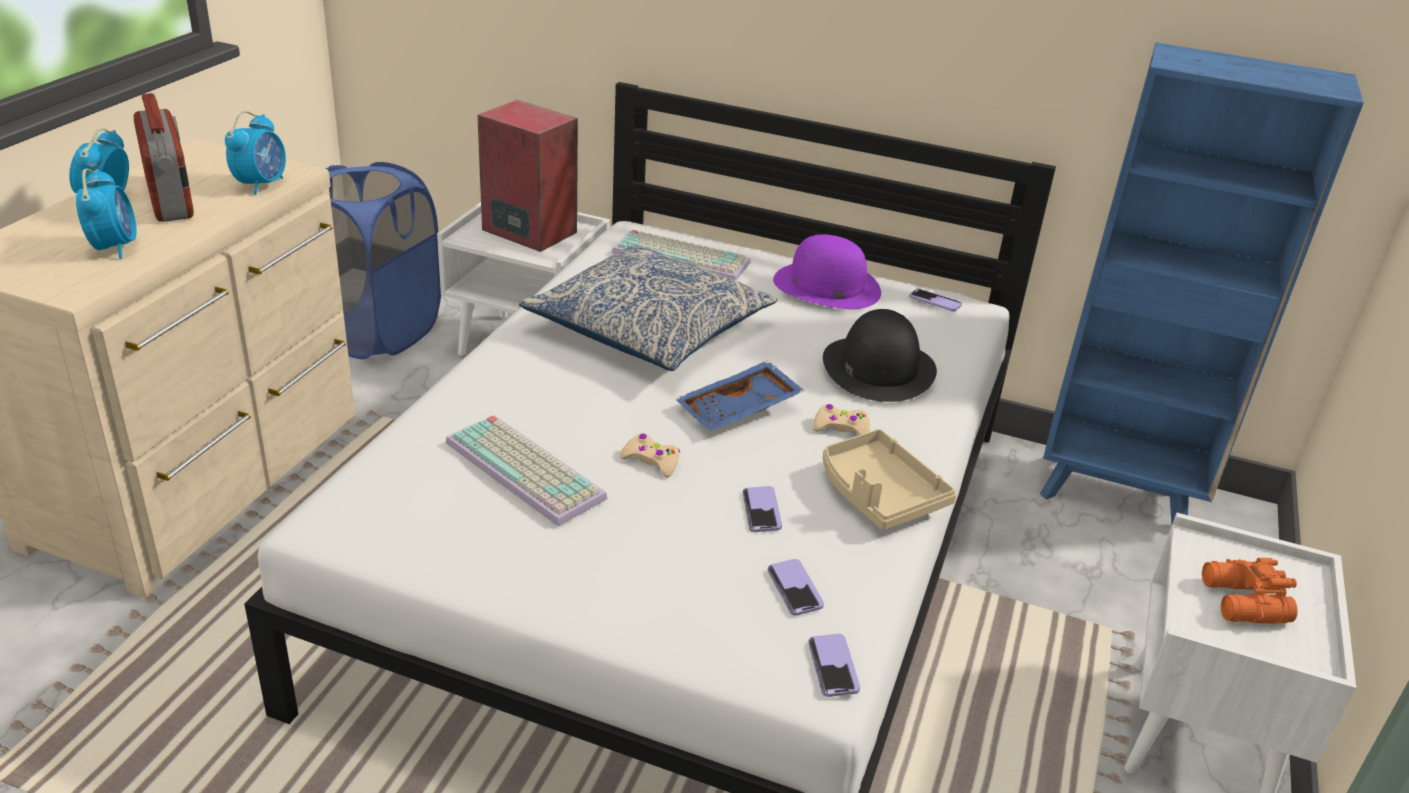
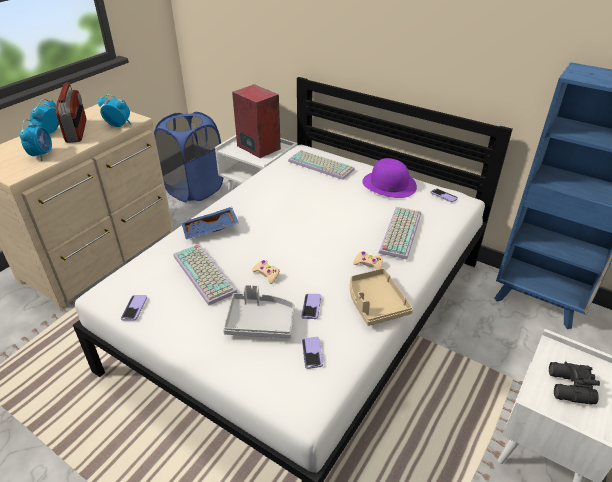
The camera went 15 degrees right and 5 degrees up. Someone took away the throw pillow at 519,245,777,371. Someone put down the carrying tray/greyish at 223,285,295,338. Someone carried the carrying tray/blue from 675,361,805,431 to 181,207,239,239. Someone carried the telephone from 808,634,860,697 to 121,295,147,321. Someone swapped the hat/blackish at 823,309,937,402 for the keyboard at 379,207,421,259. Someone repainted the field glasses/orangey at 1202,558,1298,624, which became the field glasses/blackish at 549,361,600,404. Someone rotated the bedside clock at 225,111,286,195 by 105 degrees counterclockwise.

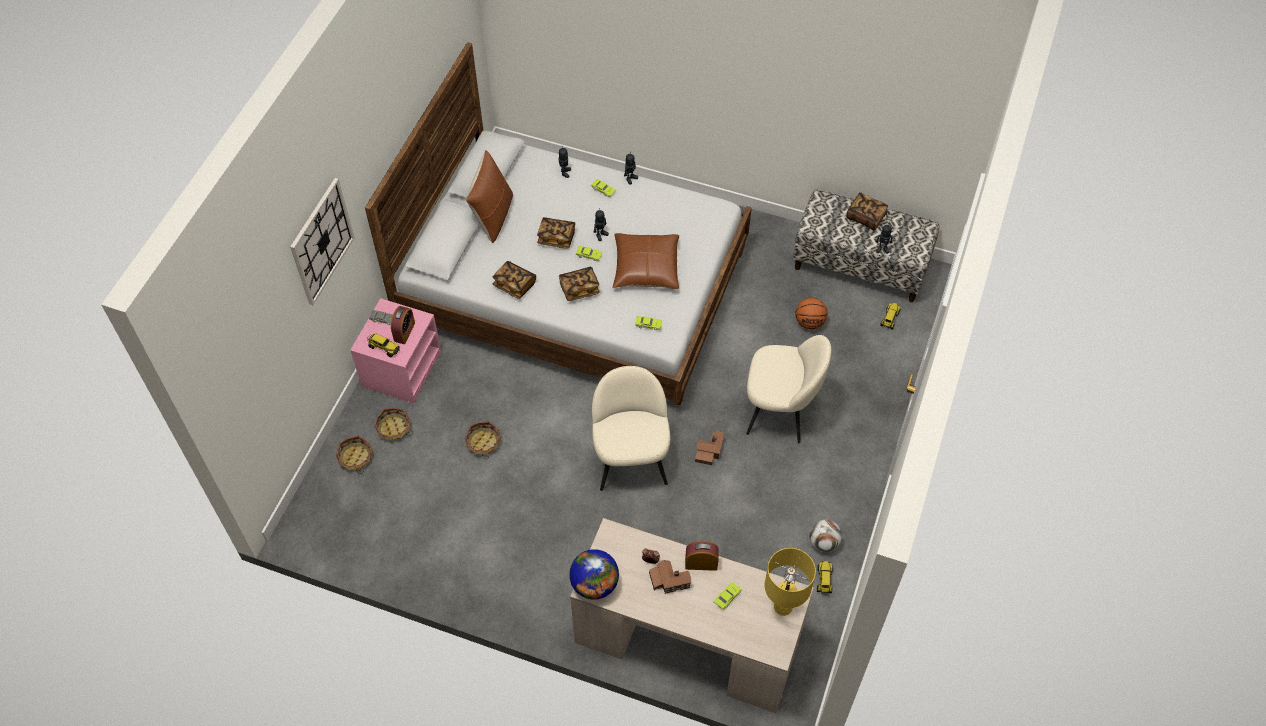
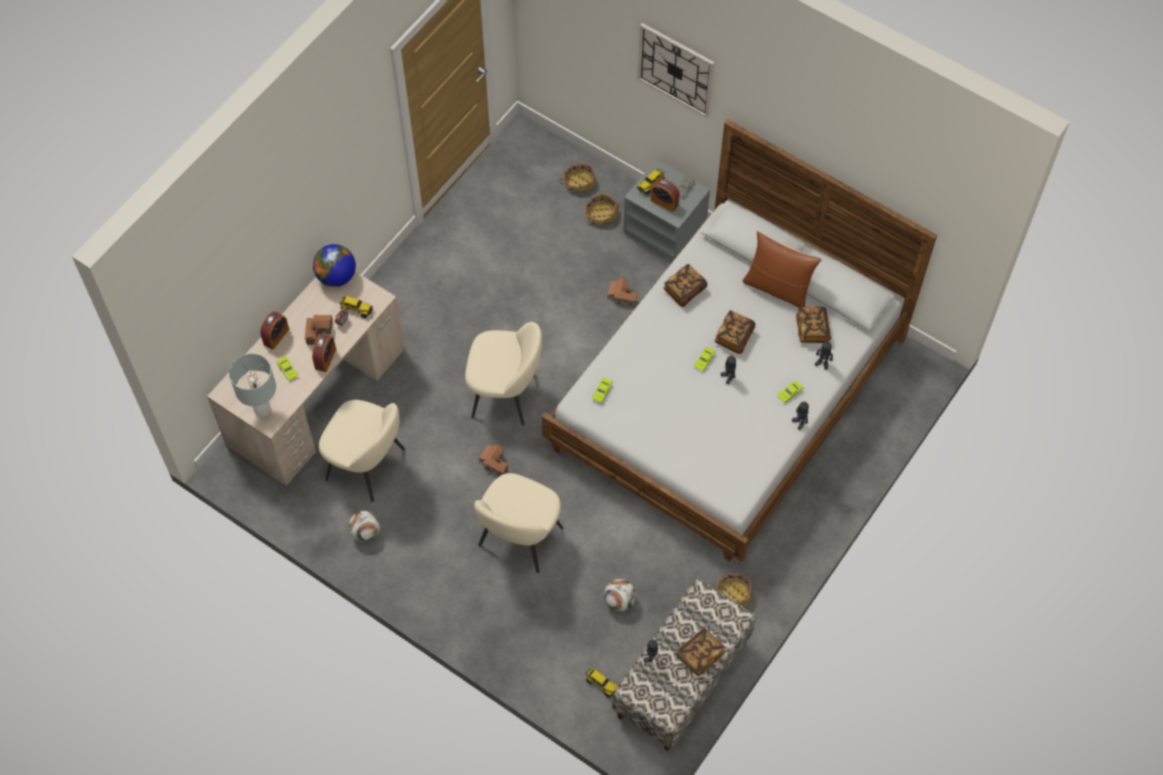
The camera went 105 degrees right and 5 degrees up. Someone took away the throw pillow/brown-coloured at 612,233,679,289. Someone put down the bedside clock at 260,311,289,350. Someone put down the chair/beige at 319,400,405,502. Someone put down the model house at 608,277,638,307. Someone carried the storage basket from 465,421,501,460 to 716,573,752,606. Someone carried the book from 559,267,600,301 to 796,307,831,343. Someone carried the model truck from 817,561,833,594 to 338,296,373,318. Someone swapped the basketball at 795,298,827,329 for the football ball at 604,579,636,611. Someone repainted the night table/pink at 350,298,441,403, which became the night table/greyish at 623,159,710,261. Someone repainted the table lamp/yellowish at 765,548,816,616, which became the table lamp/greyish at 229,353,276,417.

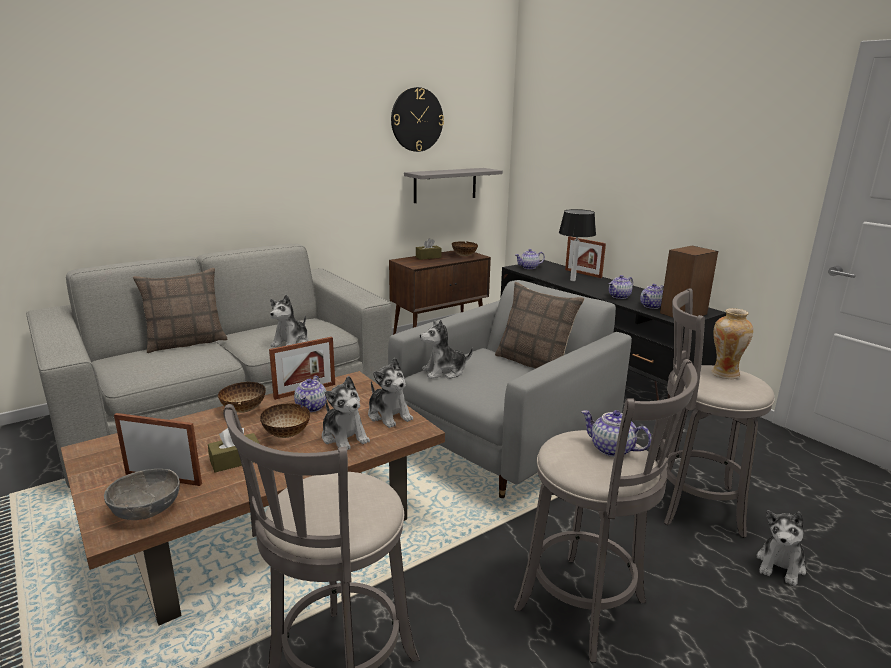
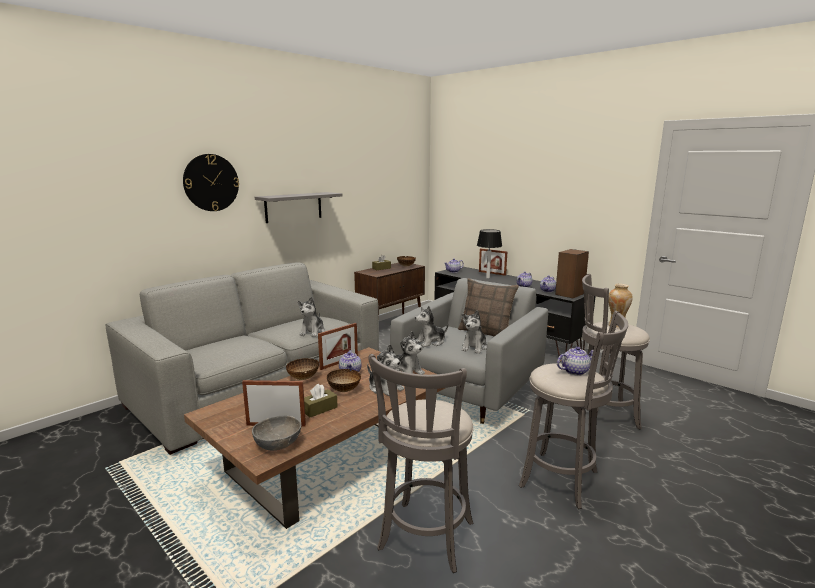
The camera went 10 degrees left and 5 degrees down. Someone took away the throw pillow at 133,268,228,353. Someone carried the hanging clock from 391,87,444,152 to 183,154,239,211. Someone carried the bracket shelf/greyish from 404,168,503,203 to 255,192,343,223. Someone carried the soft toy from 757,510,806,586 to 462,310,487,354. Someone rotated the teapot at 581,410,652,457 by 135 degrees clockwise.

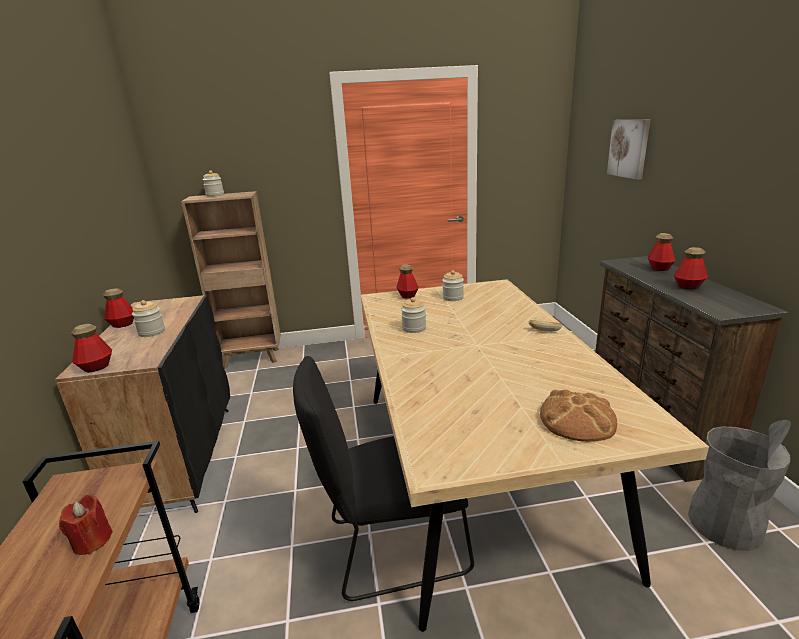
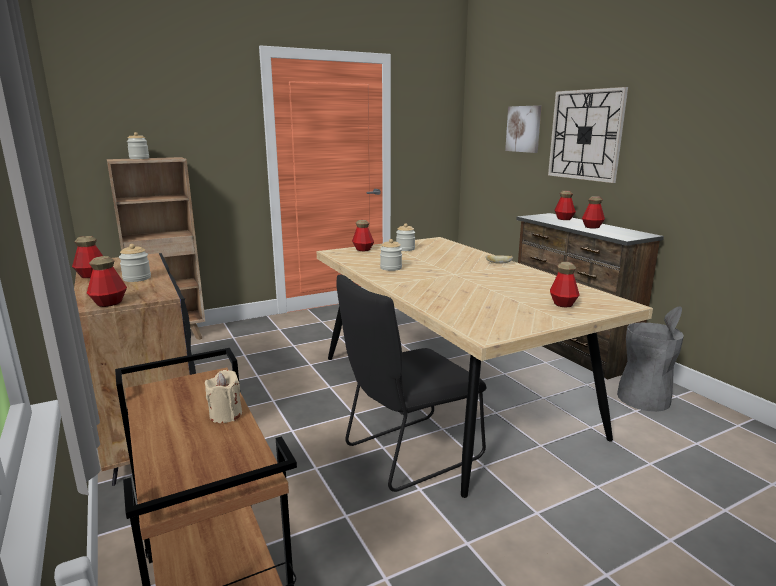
The camera went 20 degrees left and 5 degrees down. Someone put up the hanging clock at 548,87,628,183. Someone swapped the baked bread at 540,390,617,442 for the bottle at 550,262,579,308. Someone repainted the wax candle/reddish at 59,494,113,555, which became the wax candle/beige at 205,370,242,423.

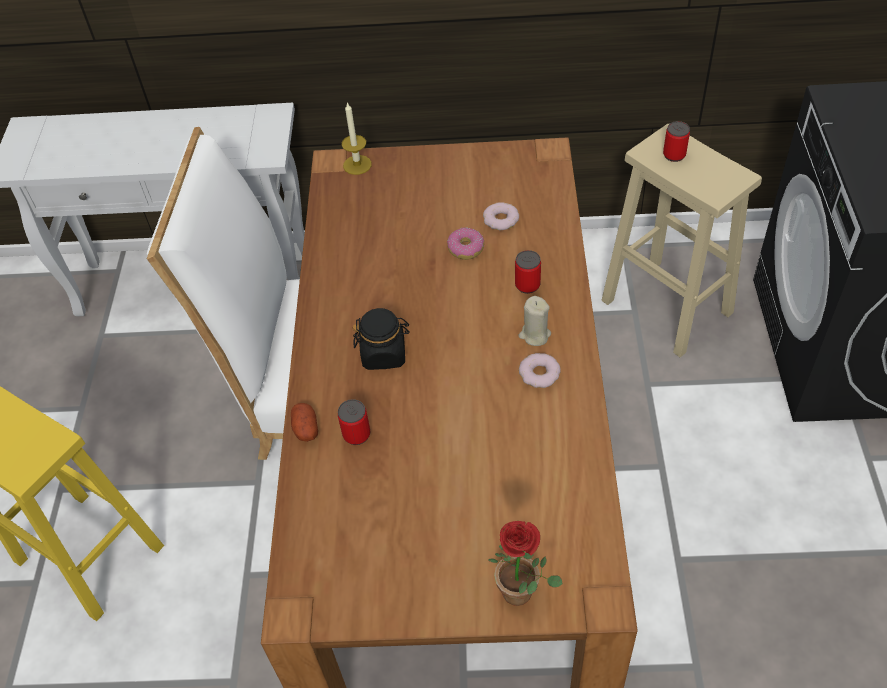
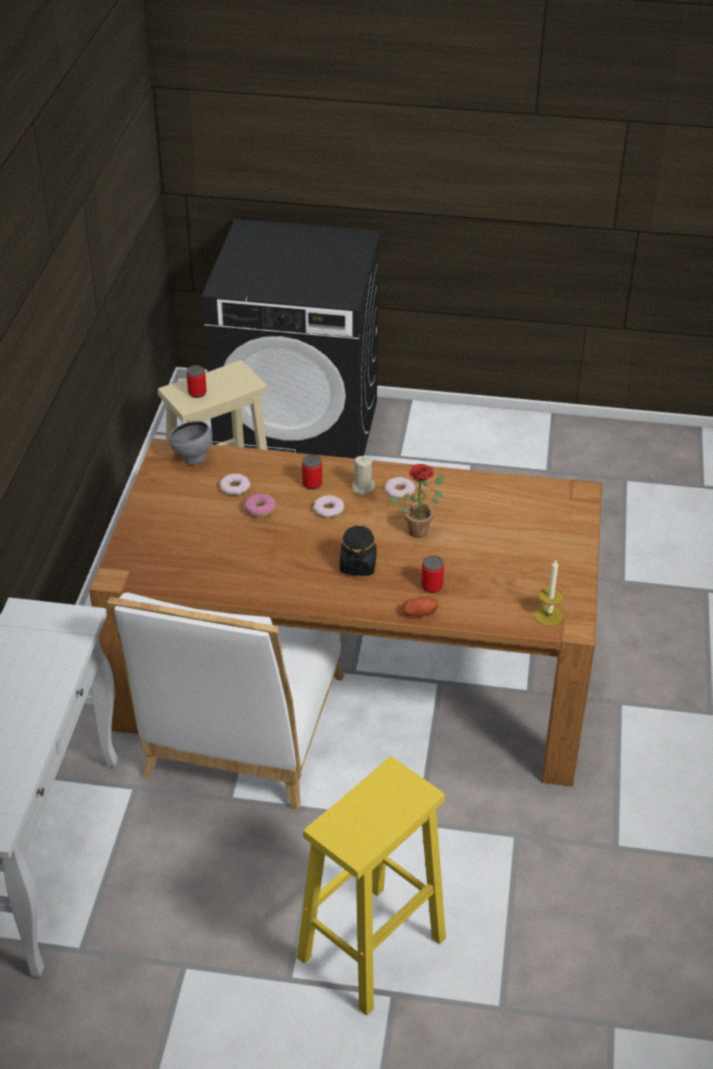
The camera went 85 degrees left and 10 degrees down. Someone put down the bowl/greyish at 169,421,212,465. Someone put down the doughnut at 313,495,344,518. Someone carried the wax candle from 342,102,372,175 to 535,560,563,626. Someone carried the plant in a pot from 488,521,563,606 to 389,464,444,538.

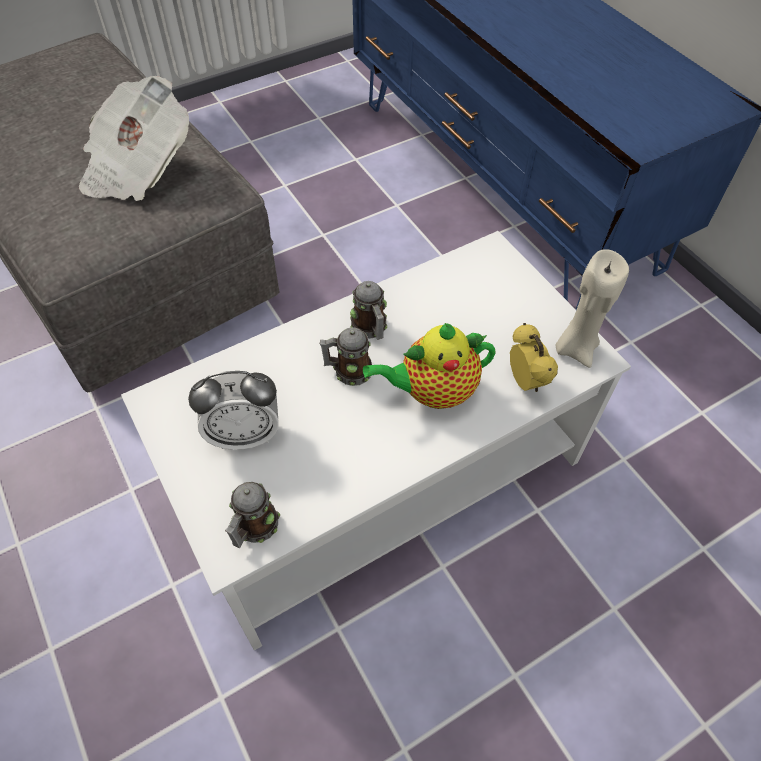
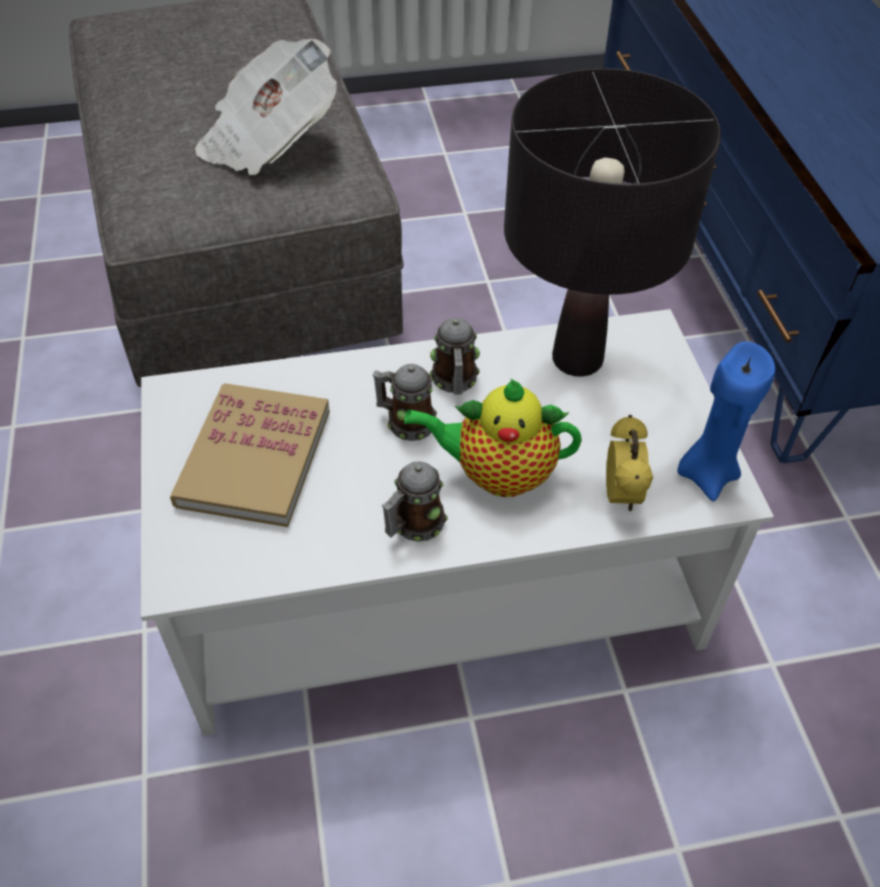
The camera went 20 degrees right and 5 degrees down. Someone put down the table lamp/blackish at 504,68,721,377. Someone carried the mug from 225,482,280,548 to 382,461,448,542. Someone swapped the bedside clock at 188,371,279,450 for the book at 170,383,330,527. Someone repainted the wax candle/beige at 555,249,629,368, which became the wax candle/blue at 677,341,775,502.

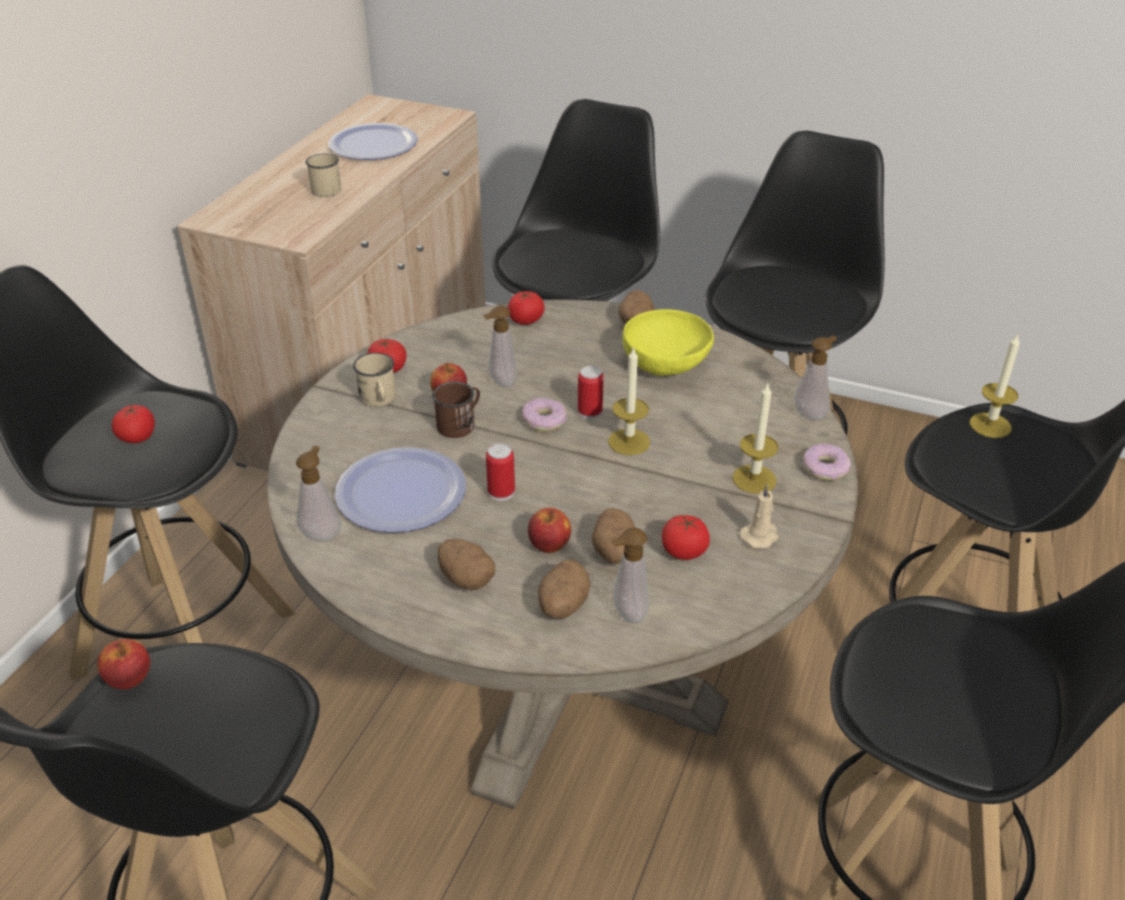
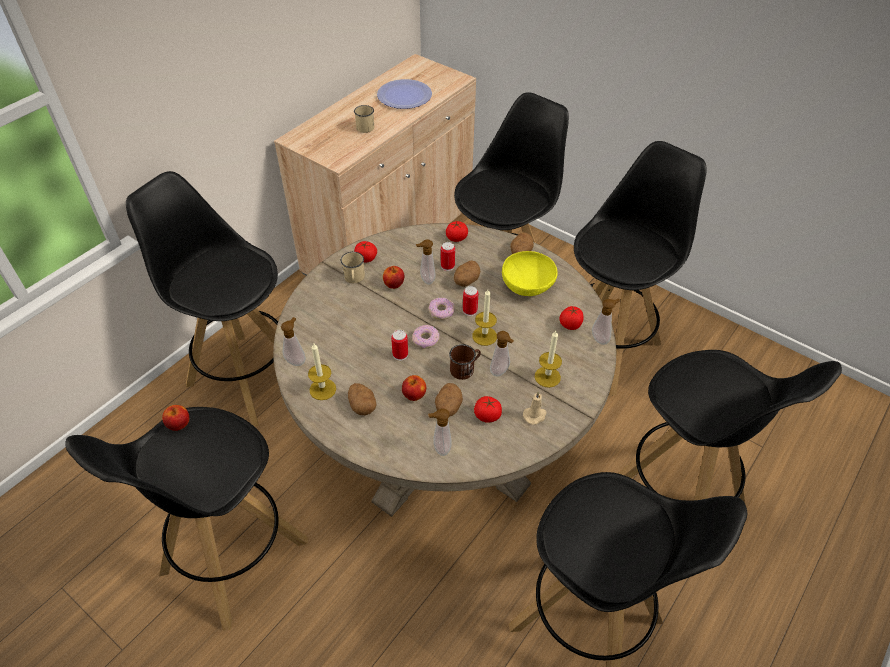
The camera went 15 degrees right and 10 degrees up. Someone took away the dinner plate at 335,447,466,533. Someone put down the sealed can at 441,242,455,271. Someone put down the soap dispenser at 490,331,514,376. Someone carried the fresh tomato from 112,405,155,443 to 560,306,584,330. Someone carried the mug/brown-coloured from 432,382,480,438 to 449,344,481,380. Someone carried the spud from 538,559,590,619 to 454,260,480,287. Someone carried the doughnut from 803,444,851,481 to 412,325,440,349. Someone carried the wax candle from 970,333,1020,438 to 308,343,336,400.

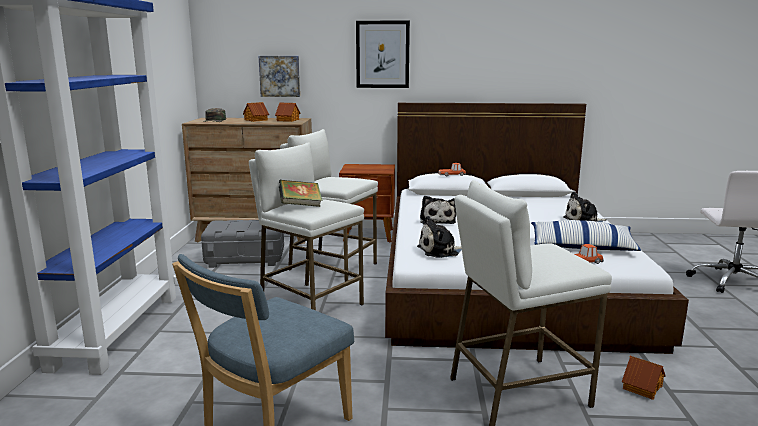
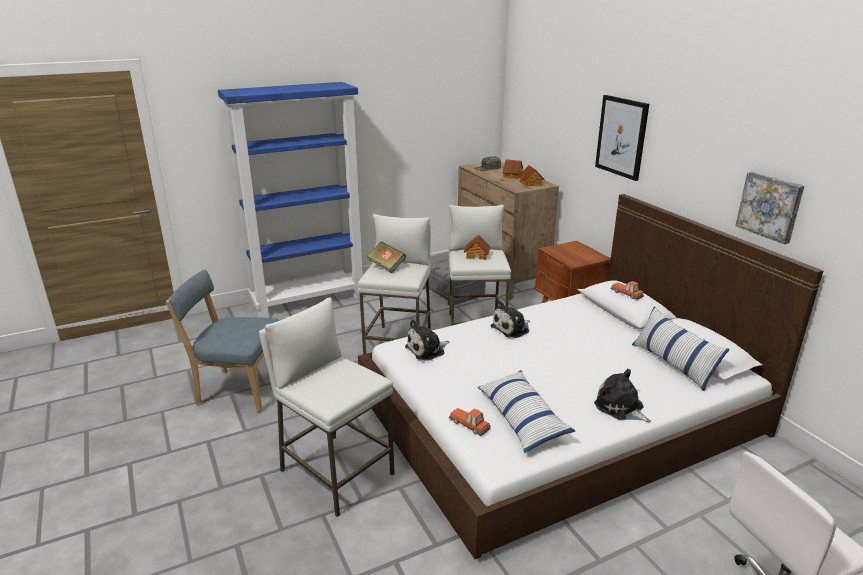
The camera went 60 degrees right and 10 degrees up. Someone put down the throw pillow at 632,306,730,391. Someone carried the wall picture from 259,56,300,97 to 736,171,804,244. Someone carried the model house from 622,356,666,400 to 464,235,490,260. Someone rotated the soft toy at 417,216,462,258 by 75 degrees counterclockwise.

